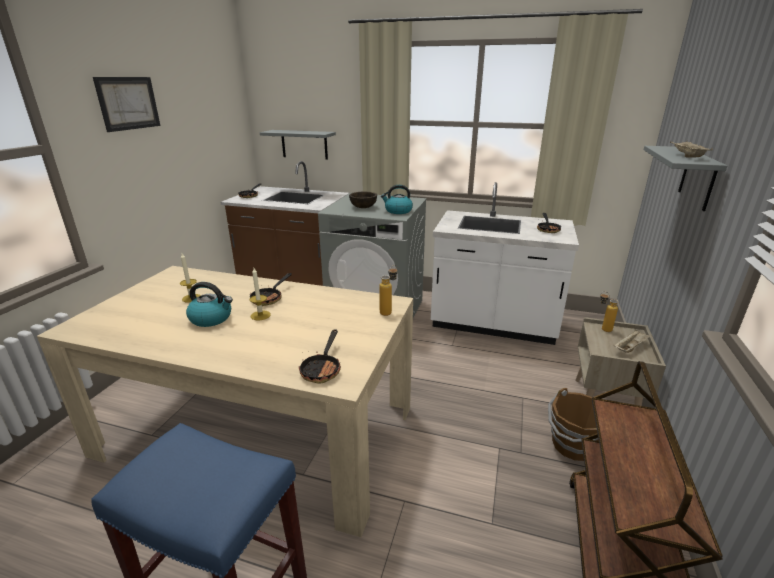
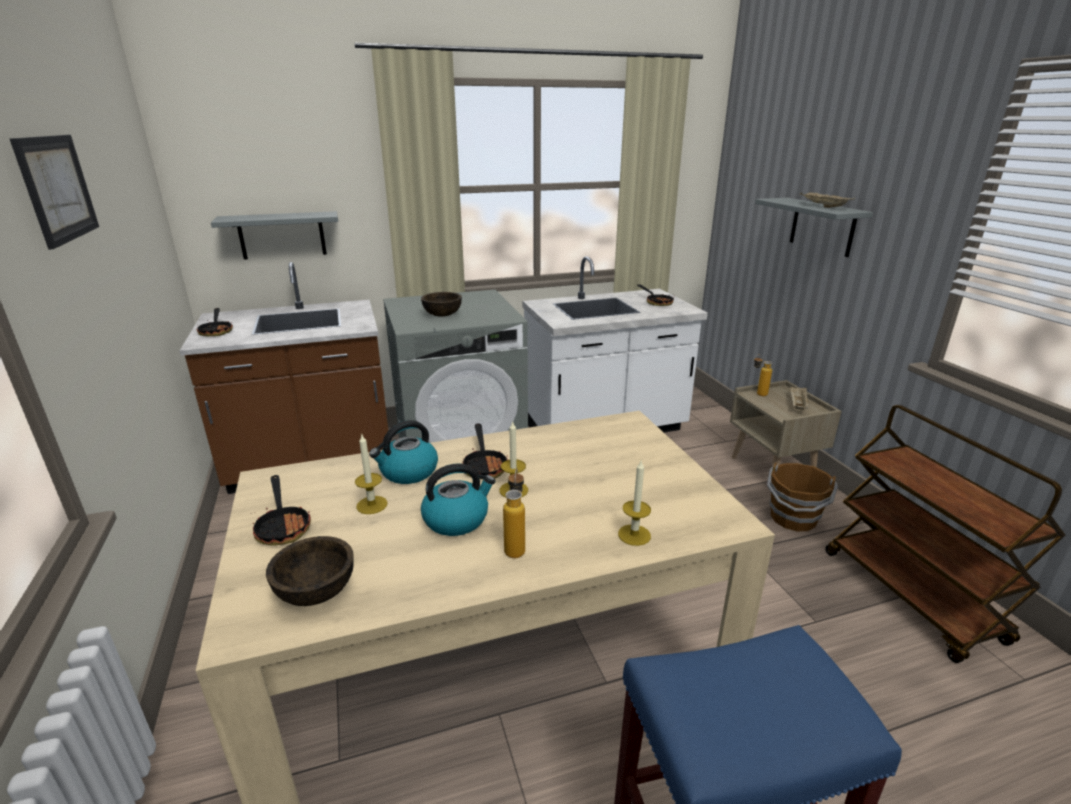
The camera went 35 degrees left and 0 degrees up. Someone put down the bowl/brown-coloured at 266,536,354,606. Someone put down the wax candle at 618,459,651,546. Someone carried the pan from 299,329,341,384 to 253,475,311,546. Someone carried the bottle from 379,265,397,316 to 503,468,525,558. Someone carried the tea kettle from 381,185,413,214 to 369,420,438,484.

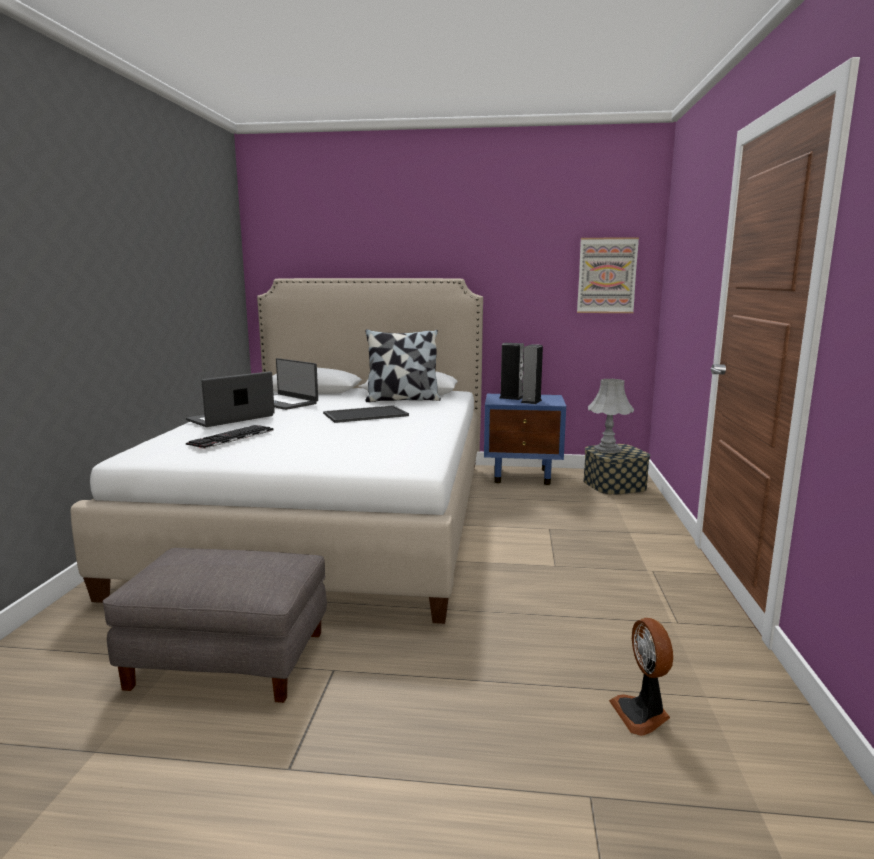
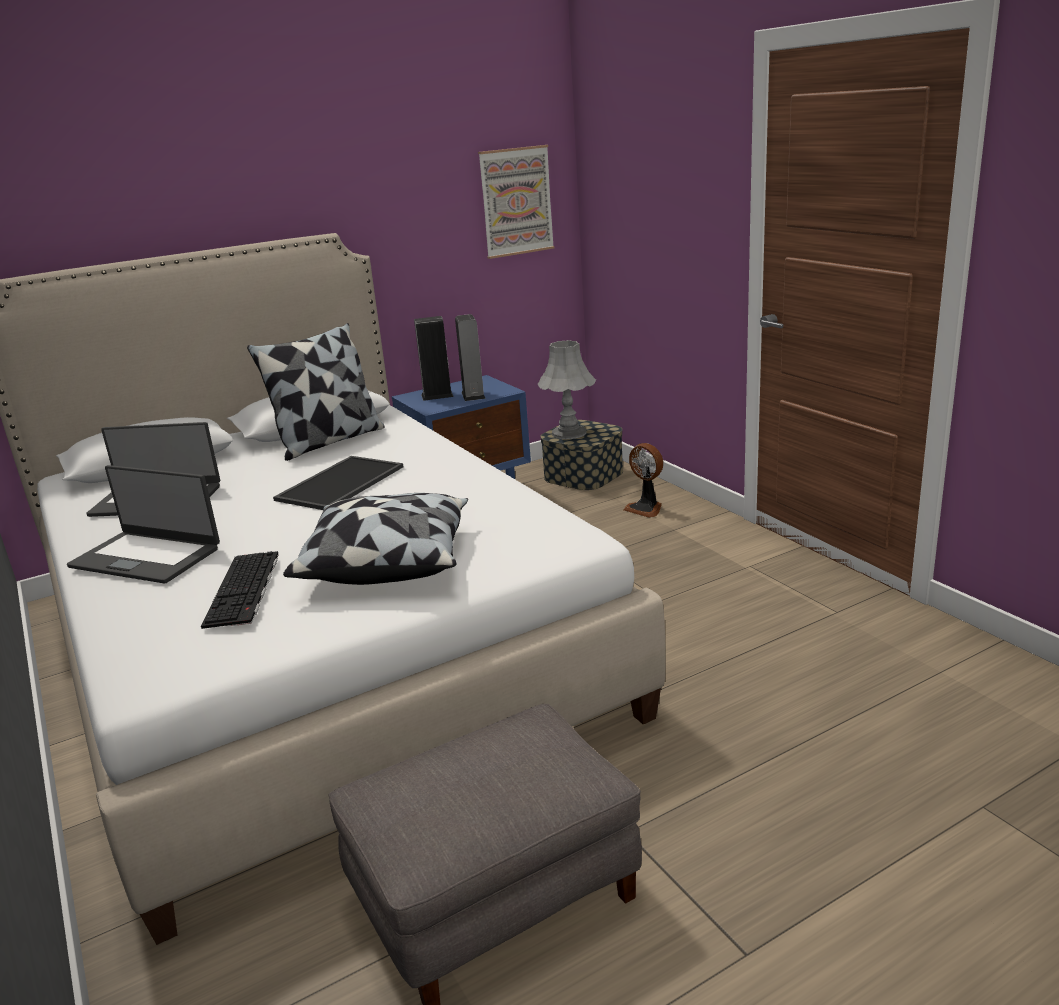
The camera went 35 degrees left and 10 degrees up. Someone put down the throw pillow at 283,493,468,585. Someone carried the fan from 609,618,673,736 to 623,443,663,518. Someone rotated the notebook computer at 186,371,275,427 by 75 degrees counterclockwise.

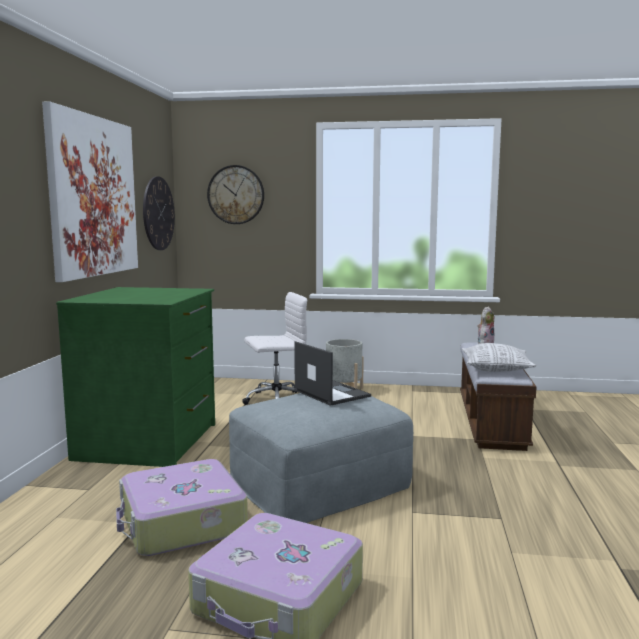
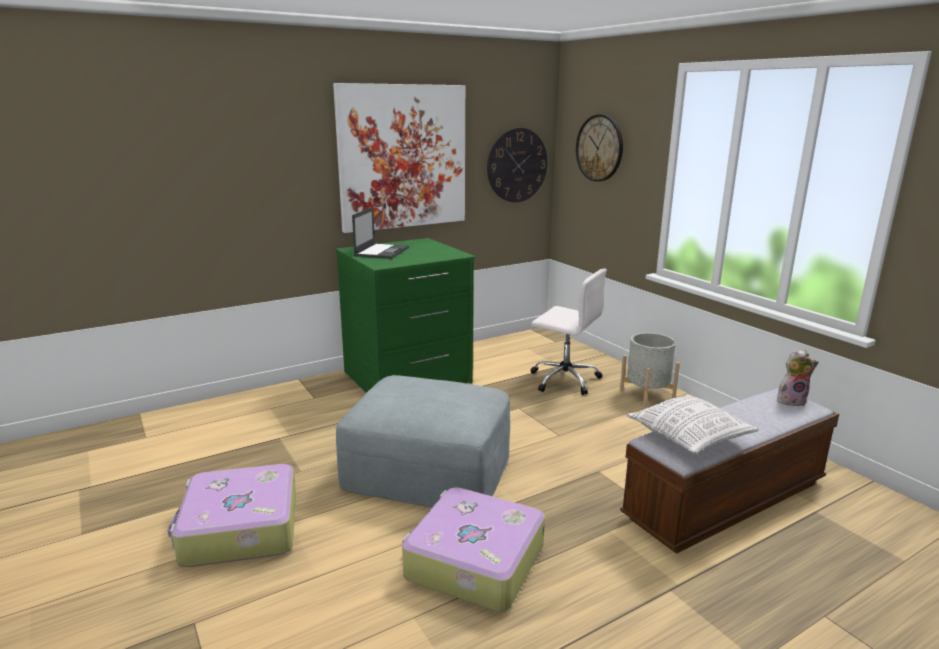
The camera went 50 degrees right and 10 degrees up. Someone carried the piece of luggage from 116,459,248,556 to 402,487,545,612. Someone carried the notebook computer from 294,341,371,406 to 352,207,409,259.

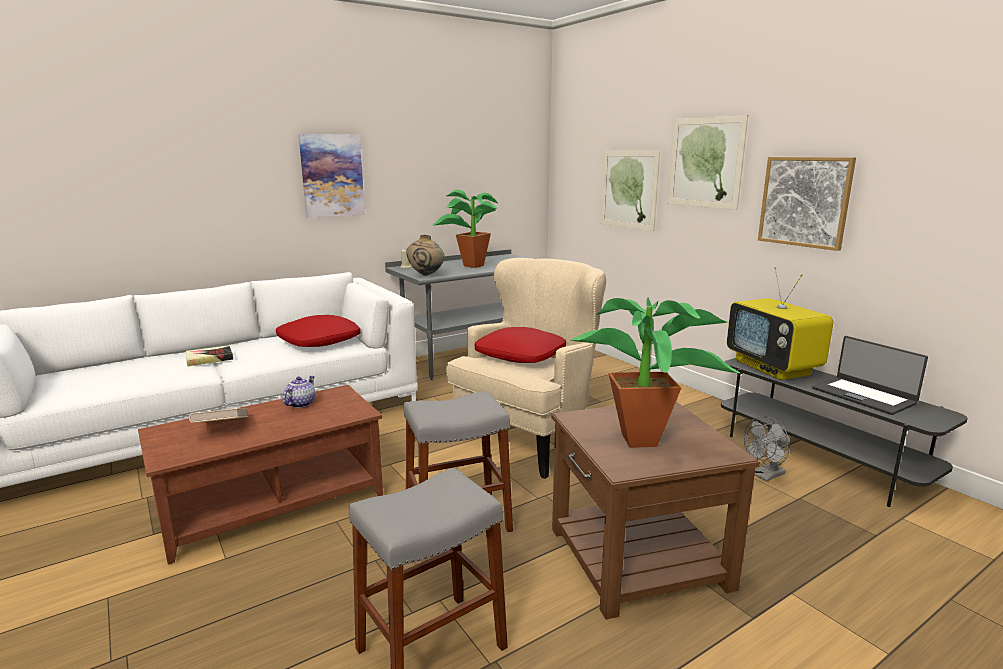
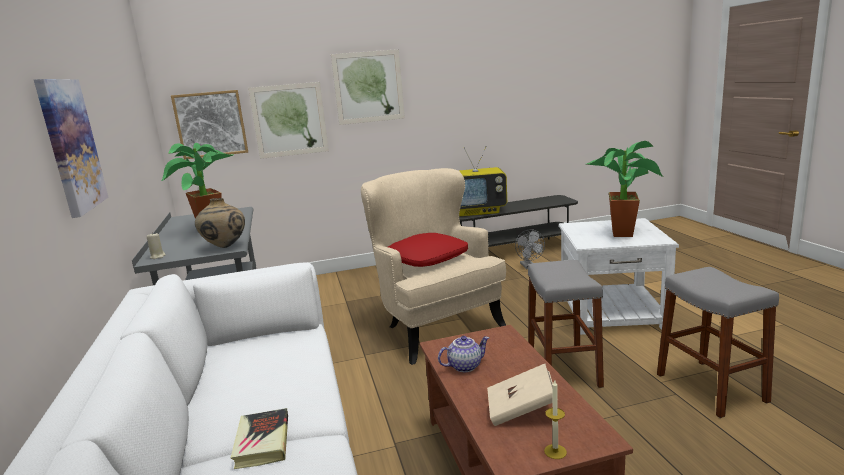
The camera went 70 degrees left and 0 degrees up. Someone took away the throw pillow/reddish at 276,315,360,347. Someone took away the notebook computer at 812,336,928,415. Someone put down the wax candle at 544,380,567,459. Someone carried the wall picture from 758,157,856,251 to 171,90,248,159. Someone repainted the end table/brown-coloured at 551,402,760,619, which became the end table/whitish at 559,218,679,335. Someone rotated the teapot at 282,376,315,408 by 120 degrees clockwise.

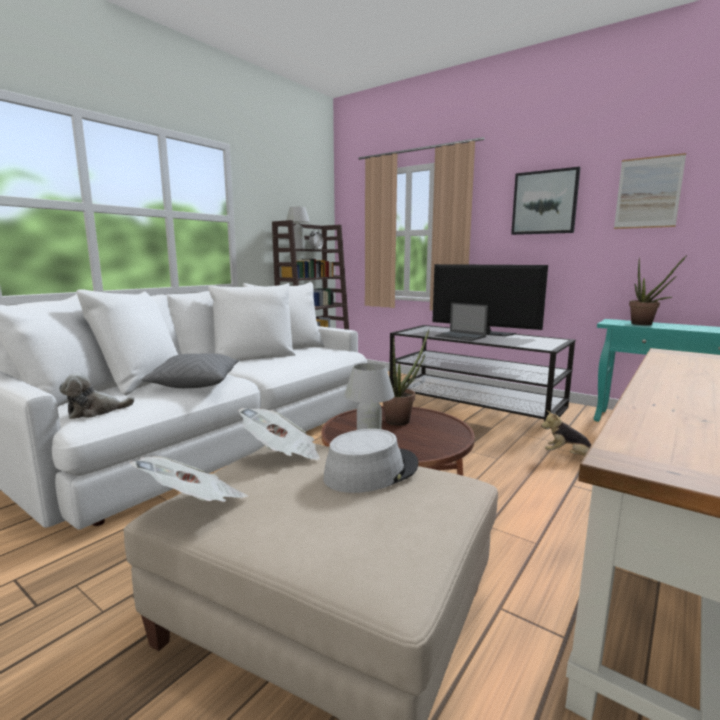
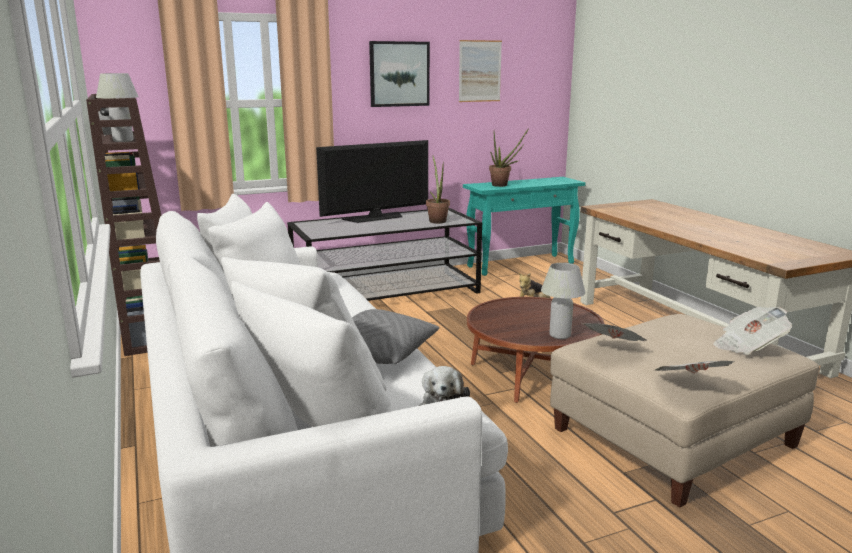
The camera went 60 degrees left and 5 degrees up. Someone took away the hat/greyish at 323,429,418,493. Someone took away the notebook computer at 435,303,488,341. Someone put down the daily paper at 713,307,792,355. Someone carried the plant in a pot from 383,329,429,426 to 426,156,450,224.

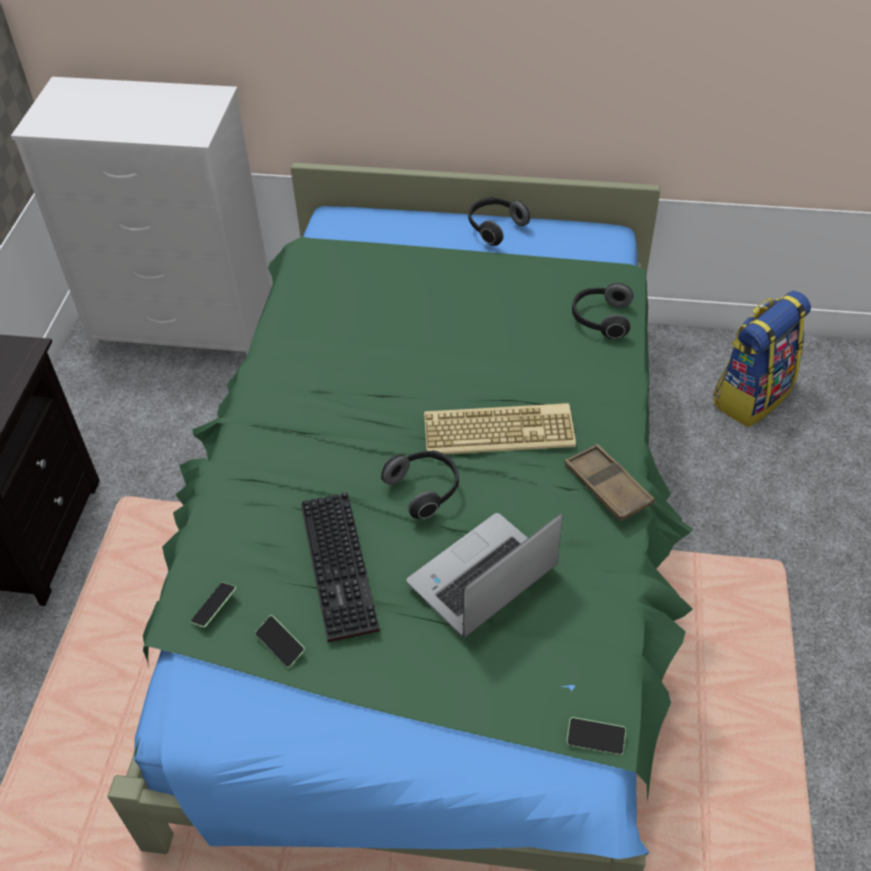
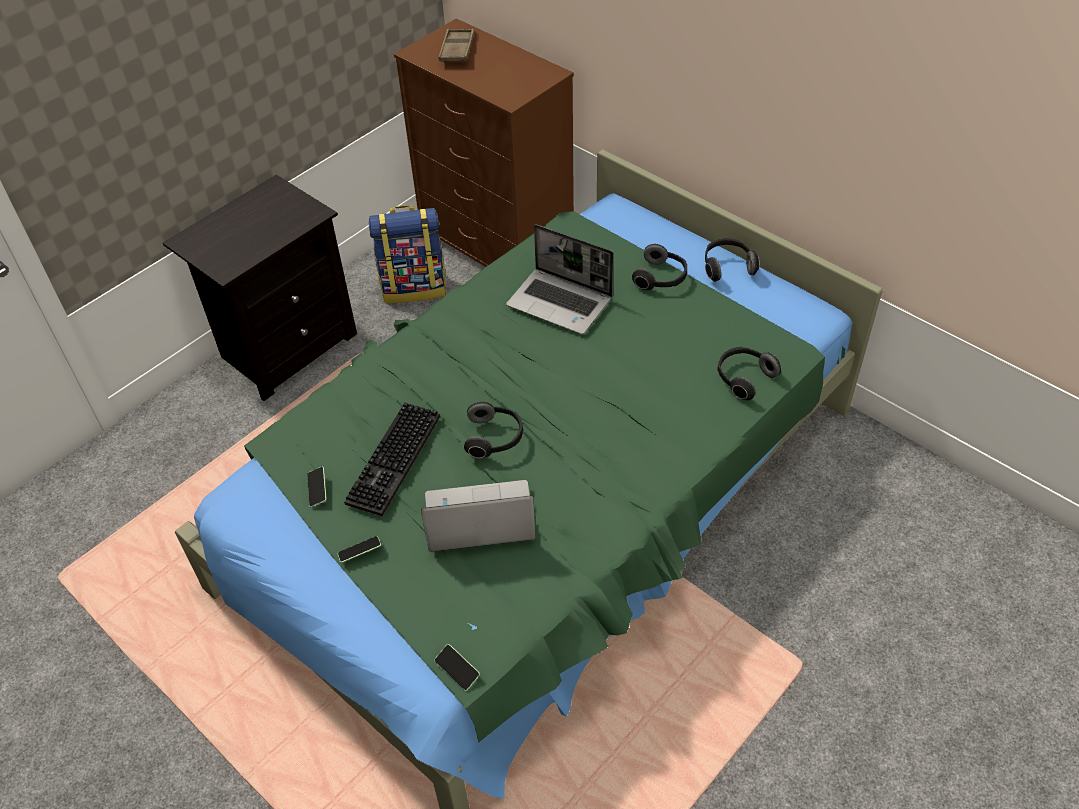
The camera went 35 degrees right and 0 degrees up. Someone took away the keyboard at 424,403,576,454. Someone put down the notebook computer at 506,224,614,334. Someone put down the headphones at 632,244,687,290. Someone carried the telephone from 190,582,236,628 to 338,536,381,563. Someone carried the carrying tray/brown-coloured from 564,444,654,521 to 438,29,475,63. Someone carried the knapsack from 713,291,811,427 to 369,205,446,303. Someone repainted the dresser/whitish at 11,77,271,355, which became the dresser/brown-coloured at 394,18,574,267.

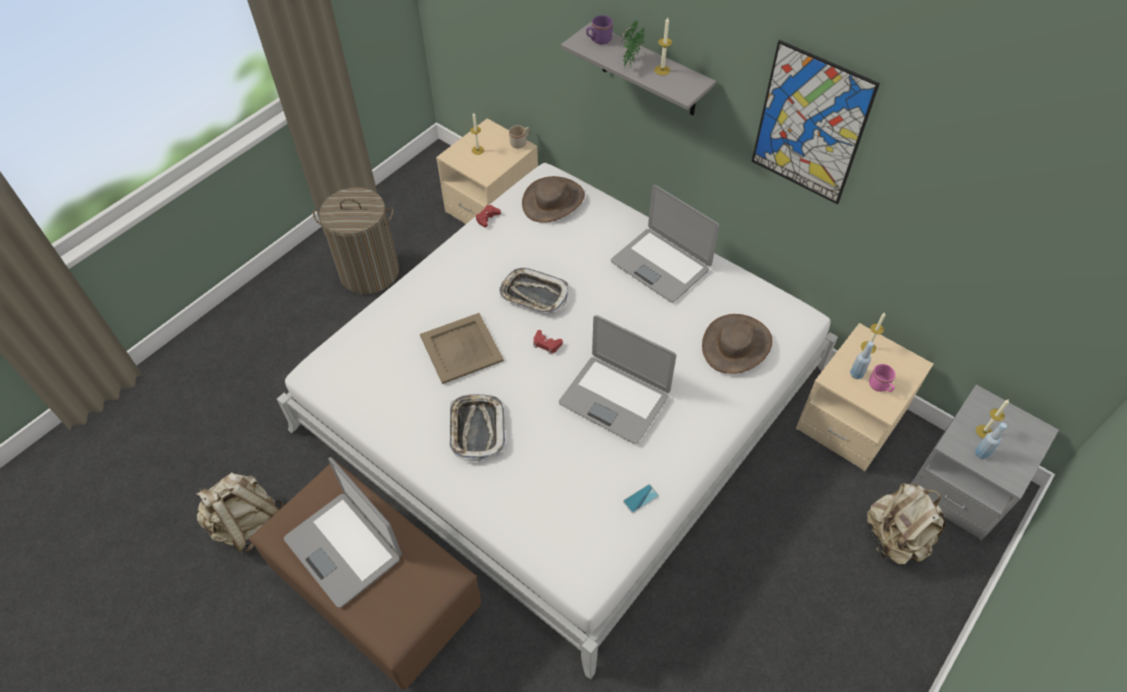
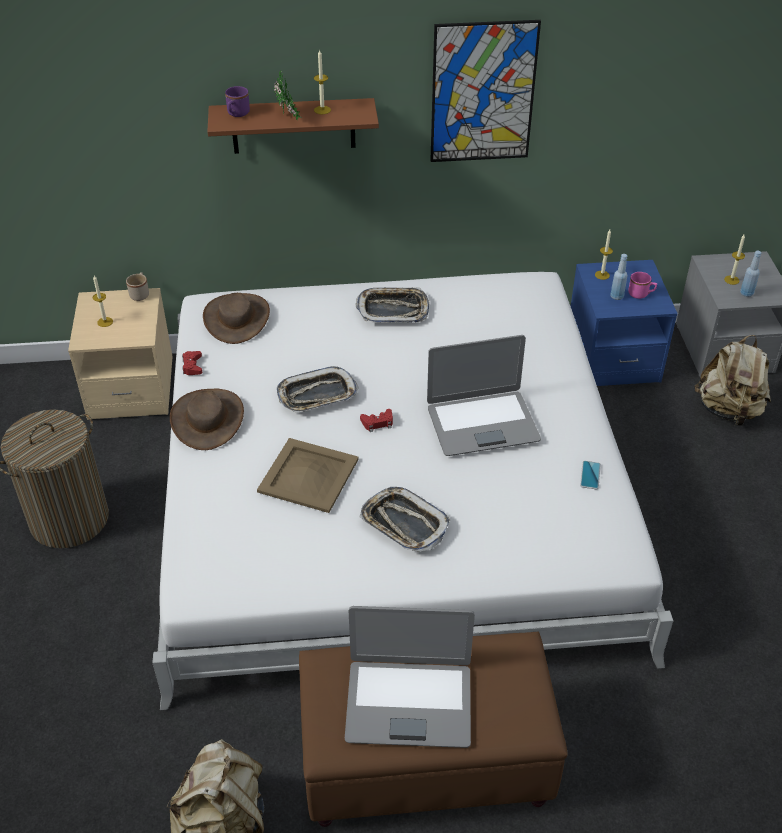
The camera went 45 degrees left and 10 degrees down. Someone carried the hat/brown-coloured from 702,314,772,374 to 170,389,244,450. Someone swapped the notebook computer at 611,185,719,302 for the carrying tray at 356,287,429,323. Someone repainted the bracket shelf/greyish at 561,22,716,115, which became the bracket shelf/brown-coloured at 207,98,379,154. Someone repainted the night table/beige at 796,323,934,471, which became the night table/blue at 571,260,678,386.

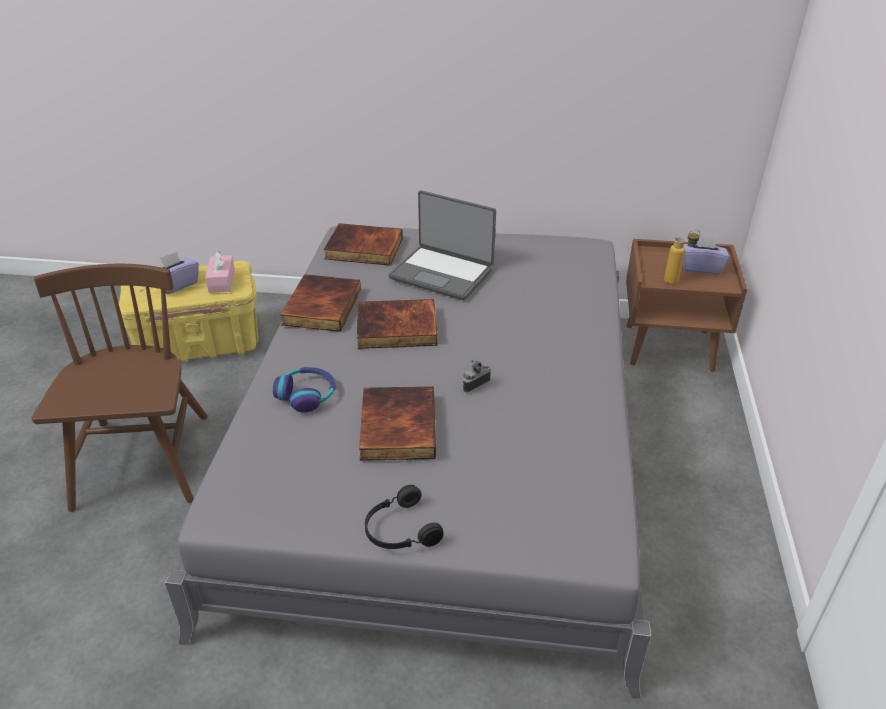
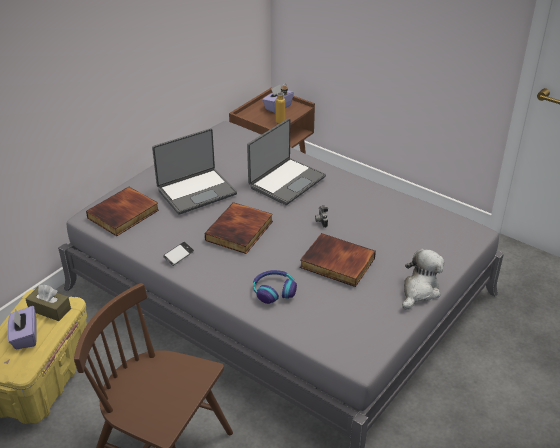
The camera went 60 degrees left and 0 degrees up. Someone put down the notebook computer at 247,118,326,205. Someone swapped the book at 280,274,361,332 for the telephone at 163,242,194,266. Someone swapped the headphones/blackish at 365,485,443,549 for the soft toy at 402,249,444,310. Someone repainted the box of tissues/pink at 205,250,235,293, which became the box of tissues/brown-coloured at 26,285,71,321.

